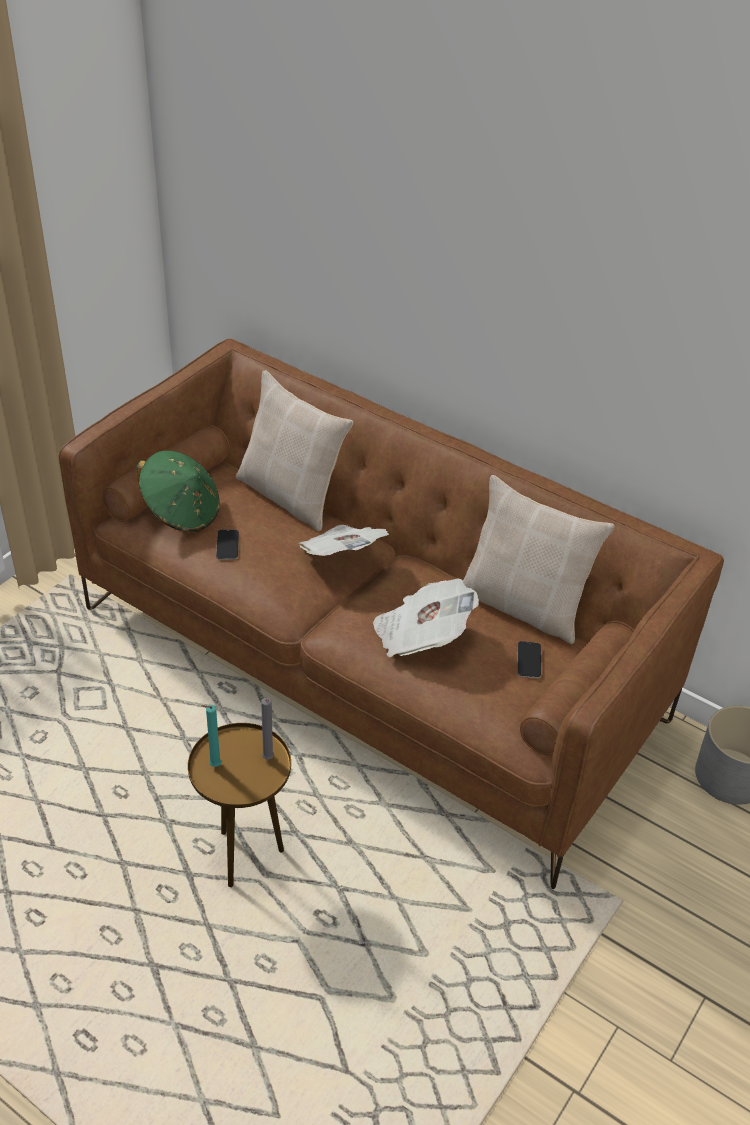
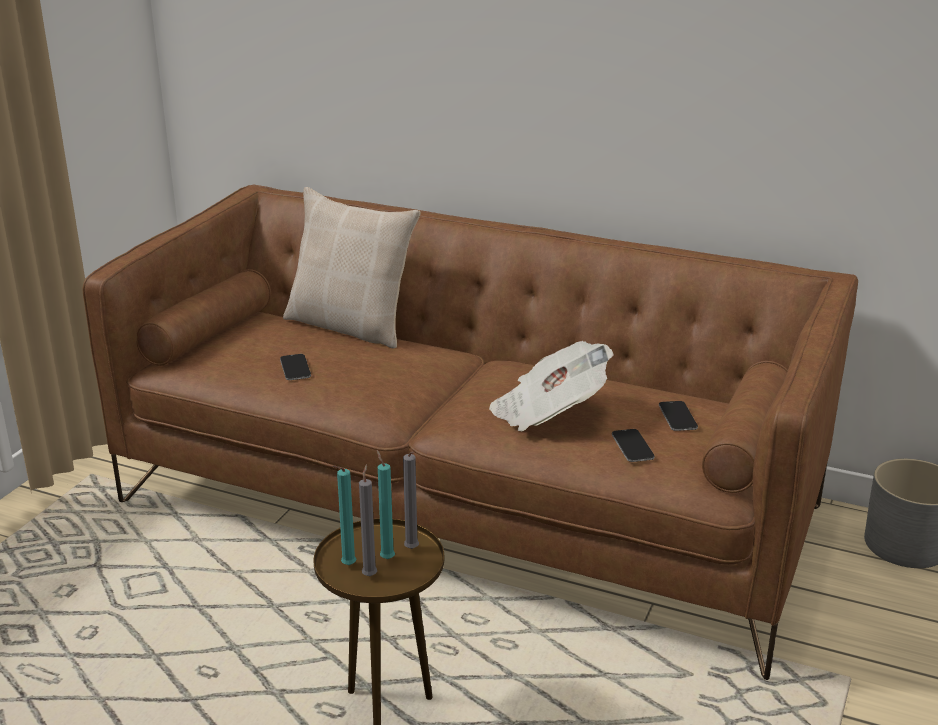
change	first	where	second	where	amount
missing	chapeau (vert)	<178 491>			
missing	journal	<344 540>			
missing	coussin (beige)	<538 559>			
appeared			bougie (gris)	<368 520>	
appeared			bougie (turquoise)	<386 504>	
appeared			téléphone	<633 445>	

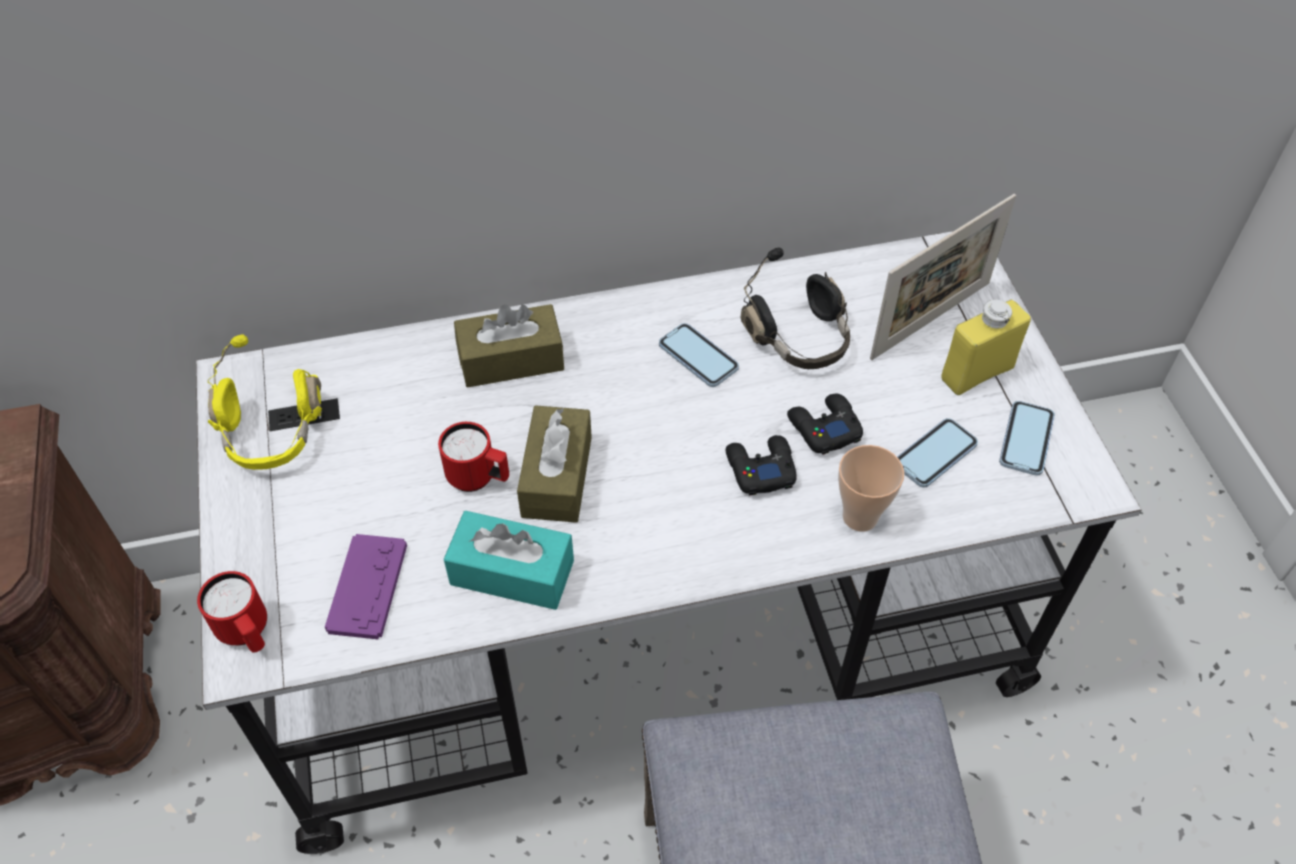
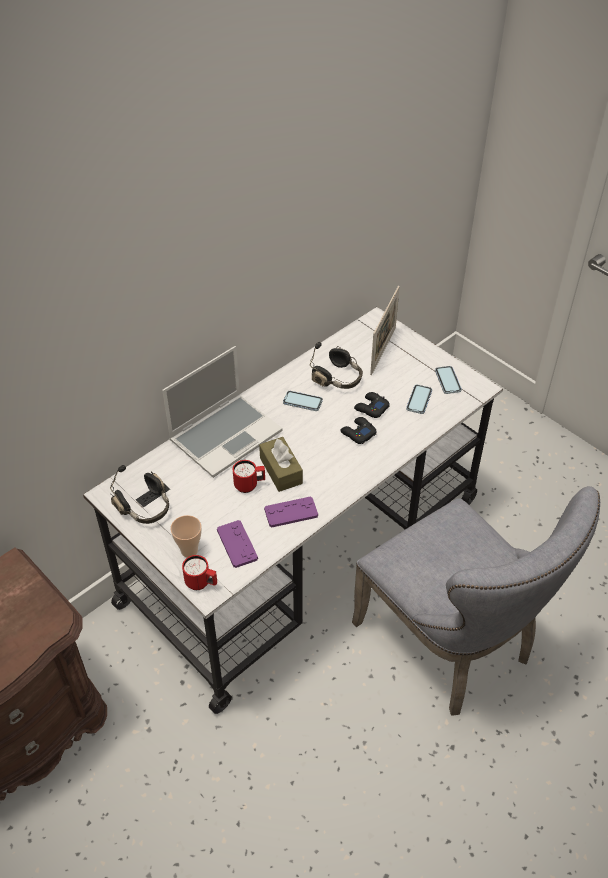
change	first	where	second	where	amount
missing	bouteille (jaune)	<986 347>			
relocated	tasse	<871 488>		<186 536>	
exchanged	boîte à mouchoirs (turquoise)	<509 560>	manette (violet)	<291 512>	
exchanged	boîte à mouchoirs (marron)	<509 346>	ordinateur portable	<222 412>	
colour	casque audio (jaune)	<265 402>	casque audio (noir)	<139 494>	

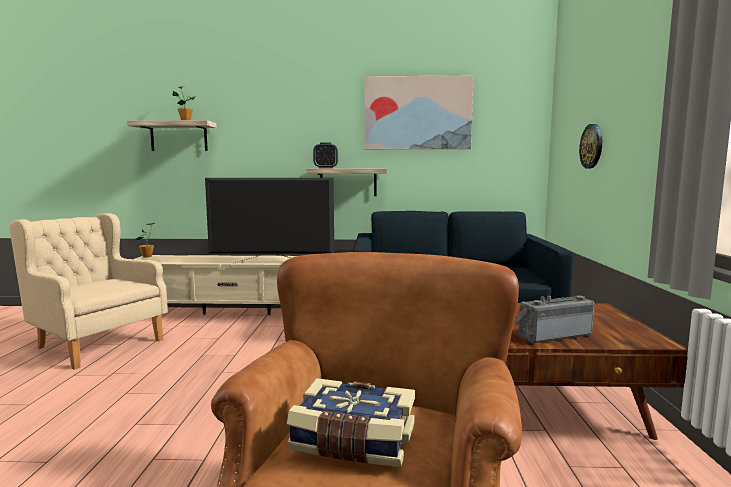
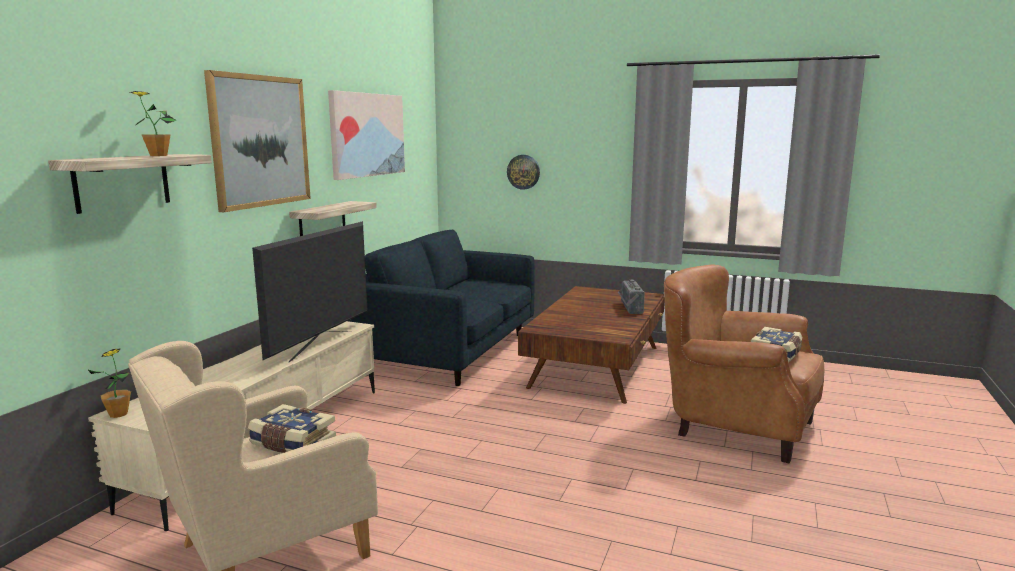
change	first	where	second	where	amount
missing	réveil	<325 155>			
appeared			tableau	<257 141>	
appeared			livre	<292 428>	

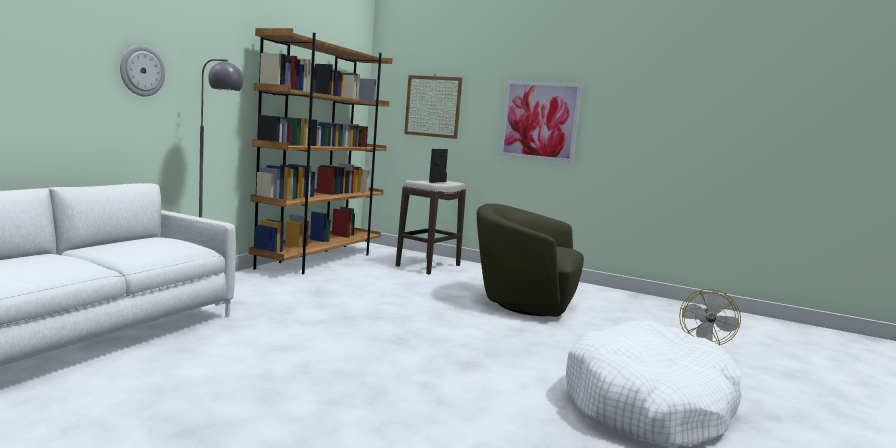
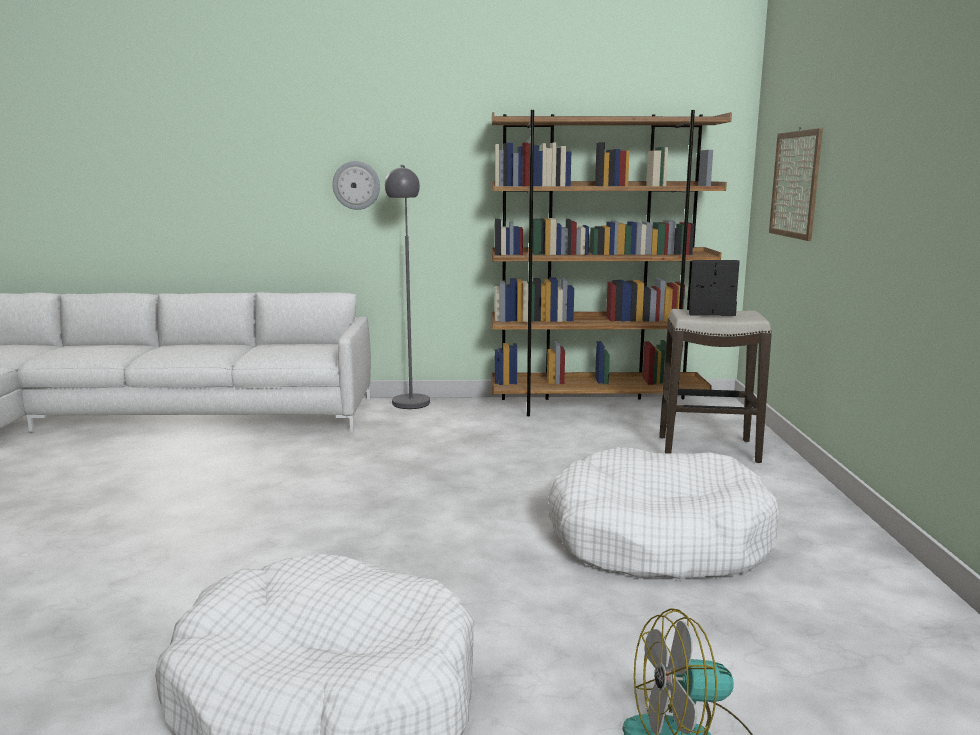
change	first	where	second	where	amount
missing	tableau	<541 122>			
exchanged	fauteuil (vert)	<530 260>	panier pour chien (blanc)	<663 513>	

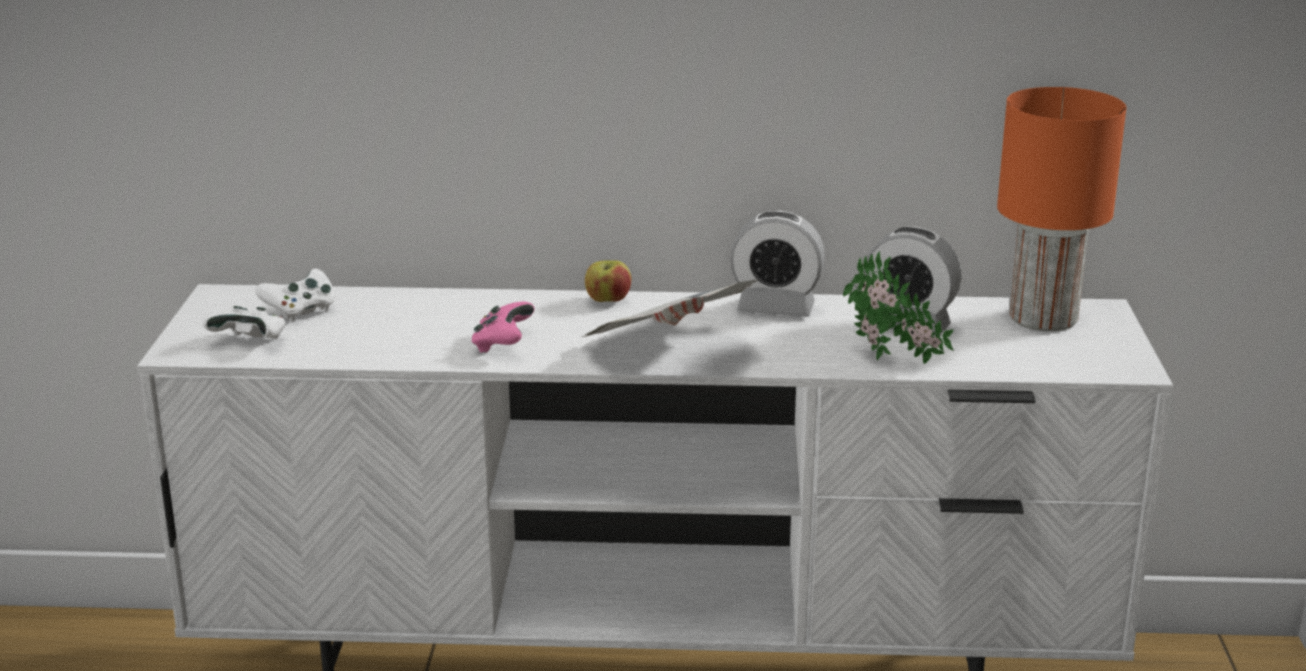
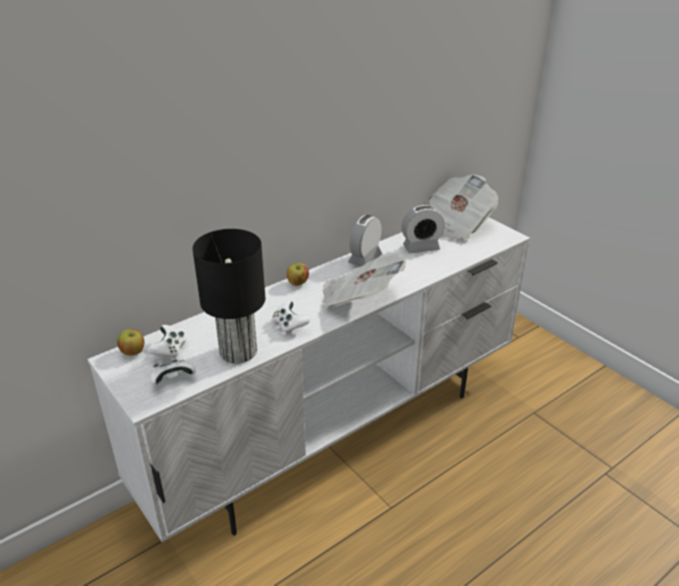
change	first	where	second	where	amount
missing	plante en pot	<898 307>			
appeared			pomme	<130 342>	
appeared			lampe de table (noir)	<228 296>	
exchanged	lampe de table (orange)	<1061 209>	journal	<463 207>	
colour	manette (rose)	<503 327>	manette (blanc)	<291 318>	
spun	réveil	<777 264>		<365 241>	150 degrees clockwise

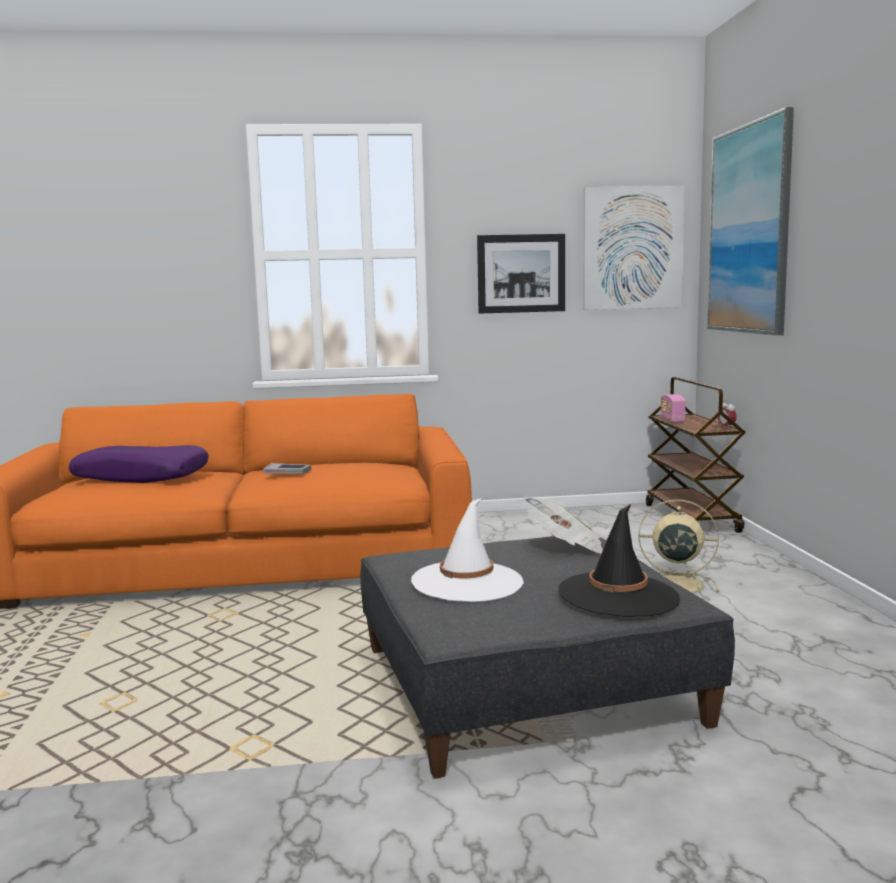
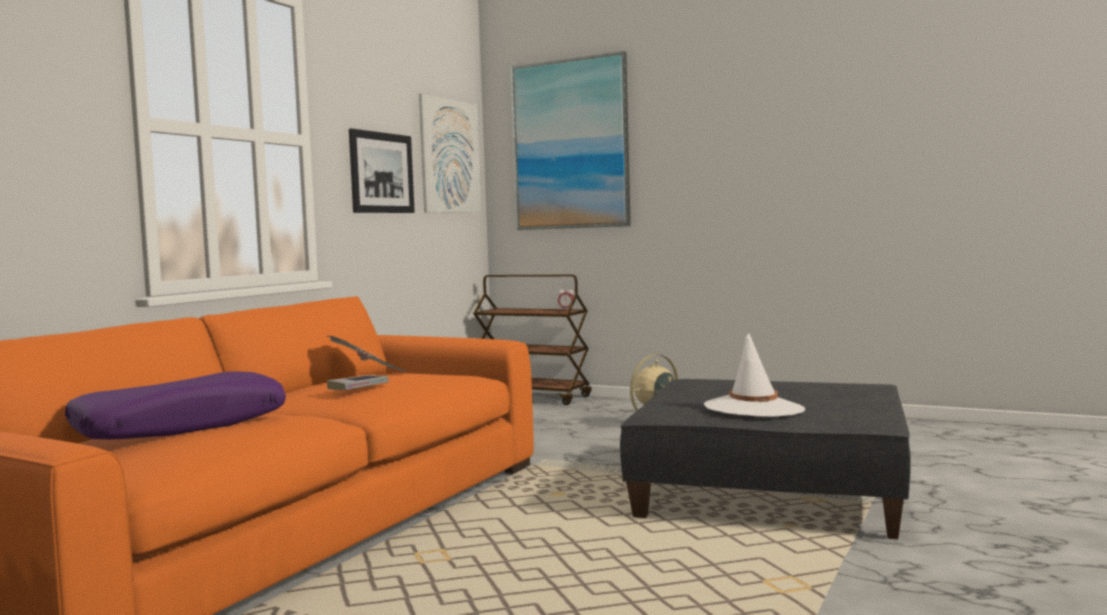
change	first	where	second	where	amount
missing	chapeau (noir)	<619 560>			
missing	radio	<673 408>			
relocated	journal	<563 525>		<367 353>	

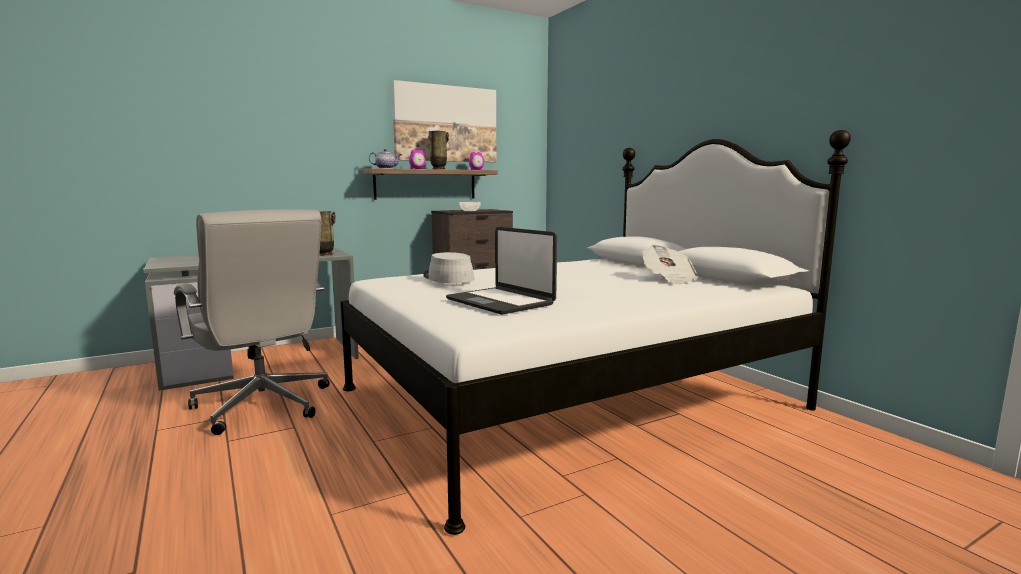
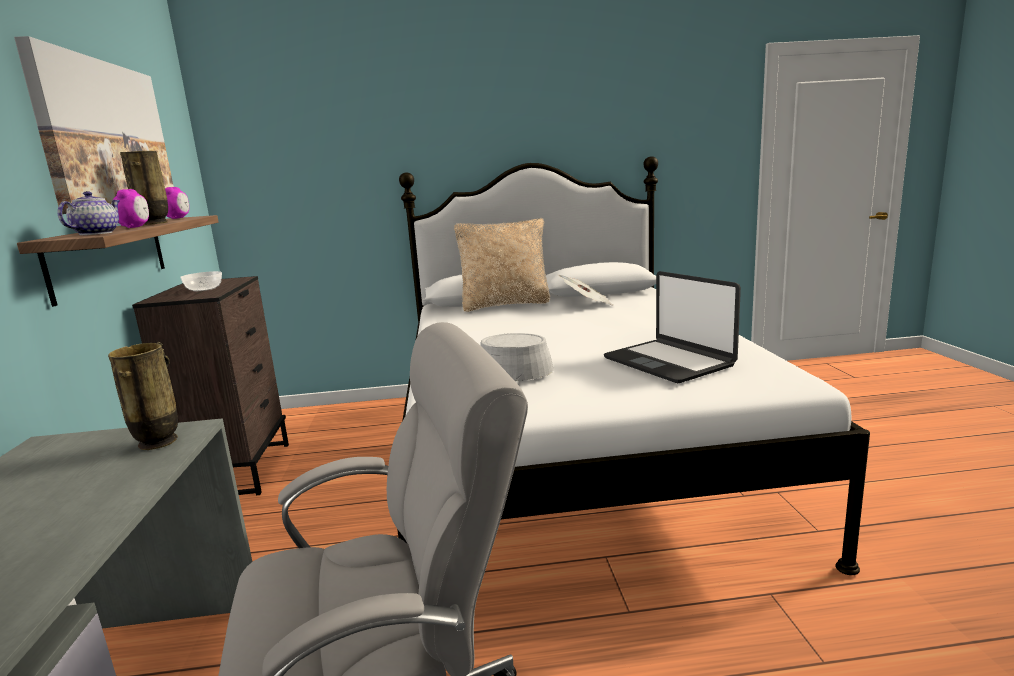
change	first	where	second	where	amount
appeared			coussin (beige)	<502 265>	
spun	ordinateur portable	<501 271>		<672 327>	75 degrees clockwise

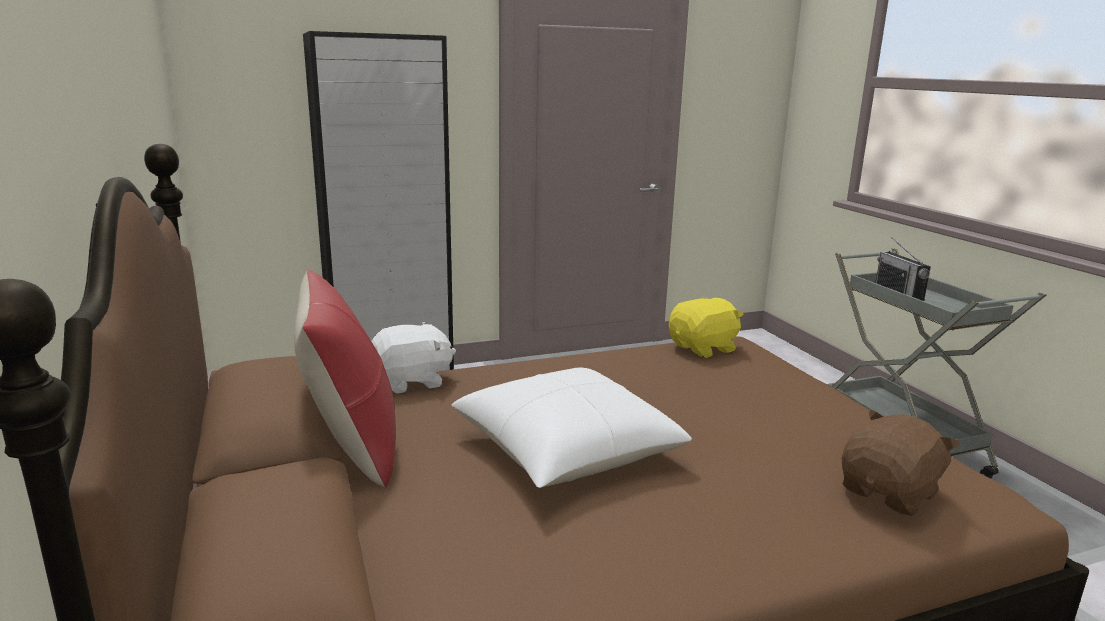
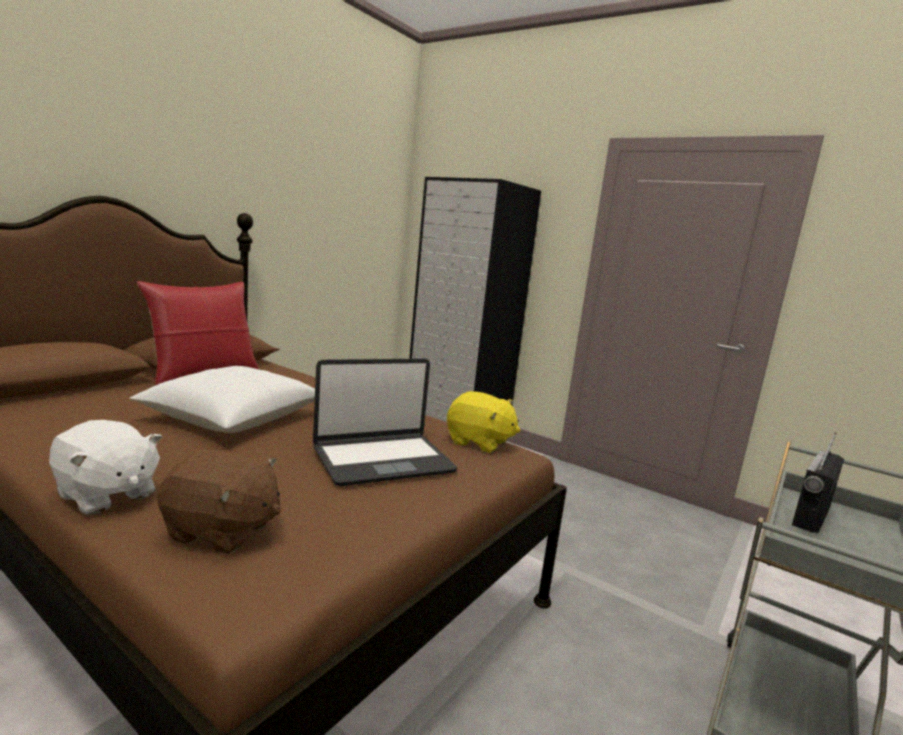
change	first	where	second	where	amount
appeared			ordinateur portable	<385 422>	
relocated	peluche (blanc)	<413 357>		<106 467>	

